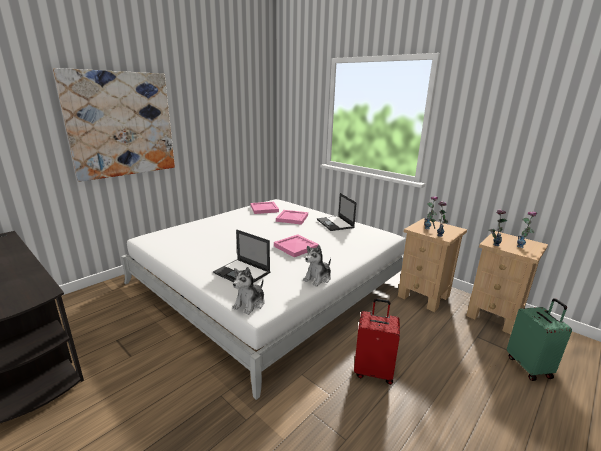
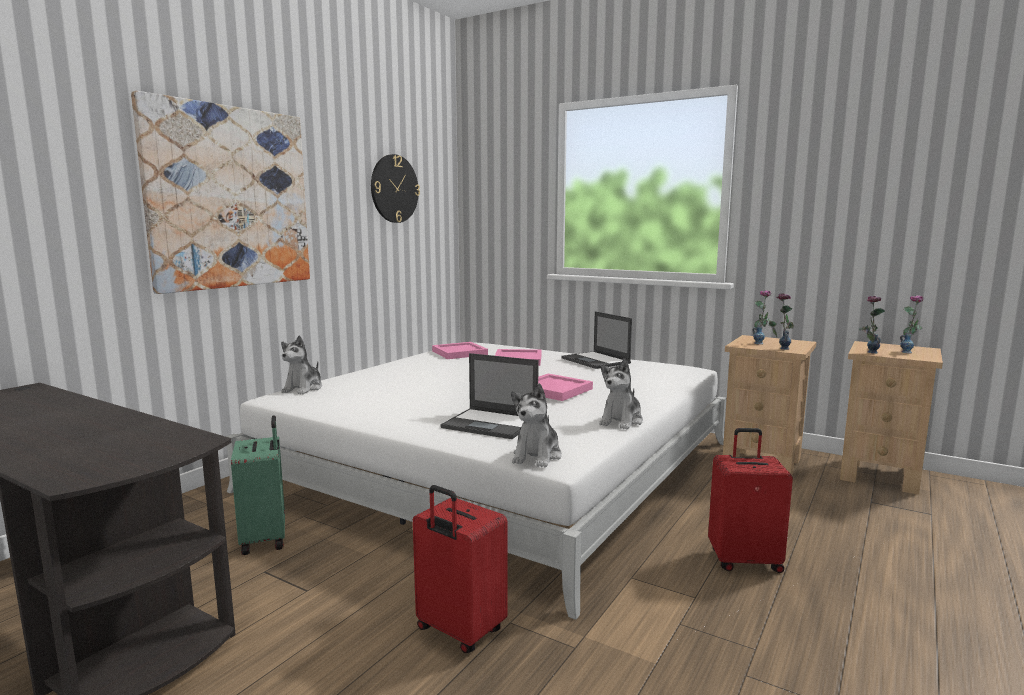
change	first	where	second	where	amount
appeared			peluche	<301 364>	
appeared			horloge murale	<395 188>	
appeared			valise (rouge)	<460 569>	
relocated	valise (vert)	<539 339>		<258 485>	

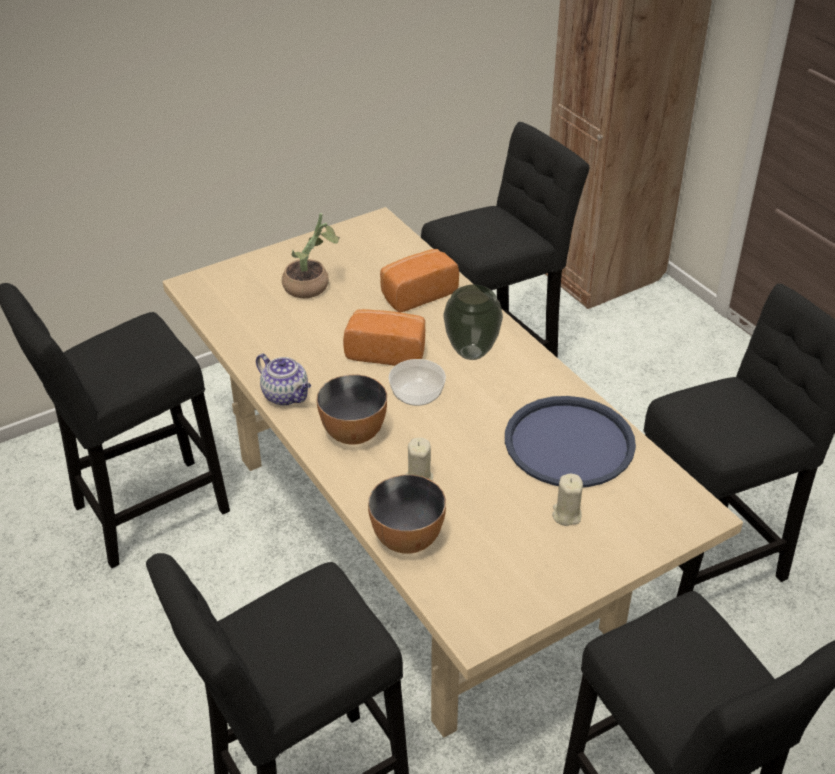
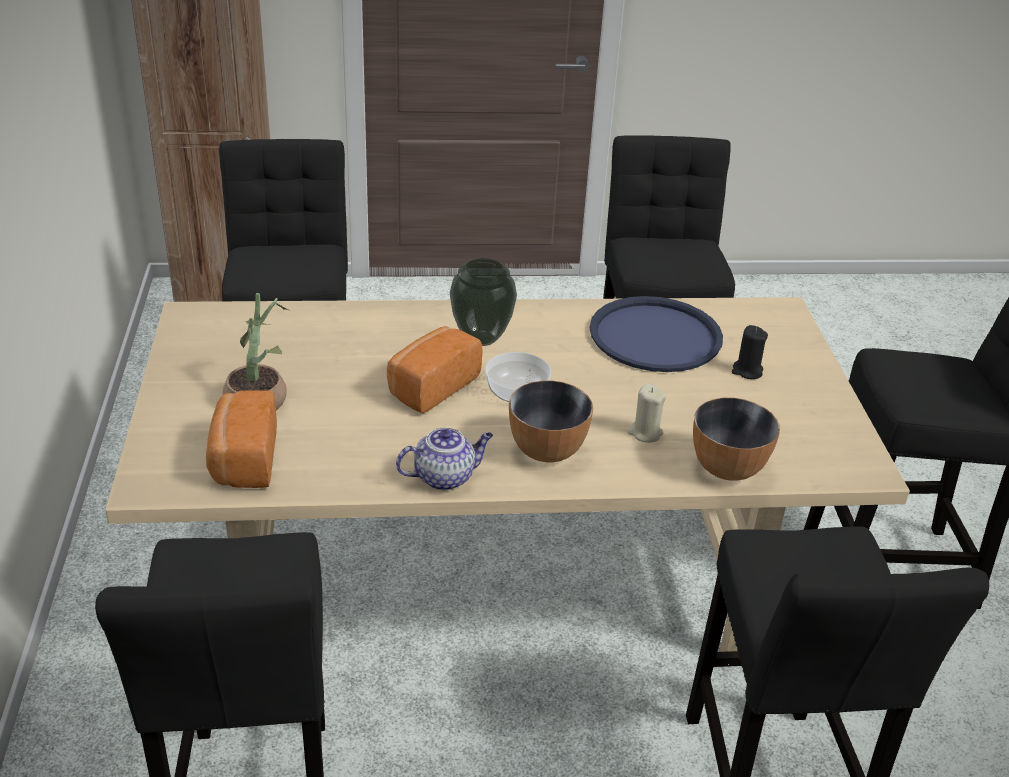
change	first	where	second	where	amount
relocated	pain	<419 280>		<241 439>	
colour	bougie (beige)	<567 500>	bougie (noir)	<750 352>	

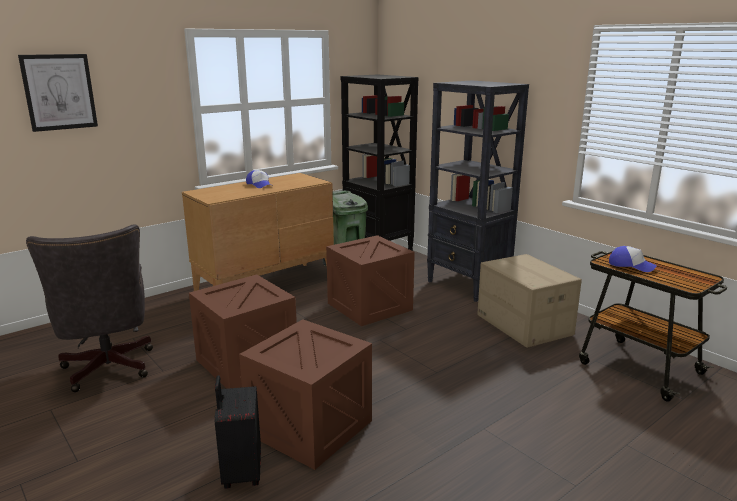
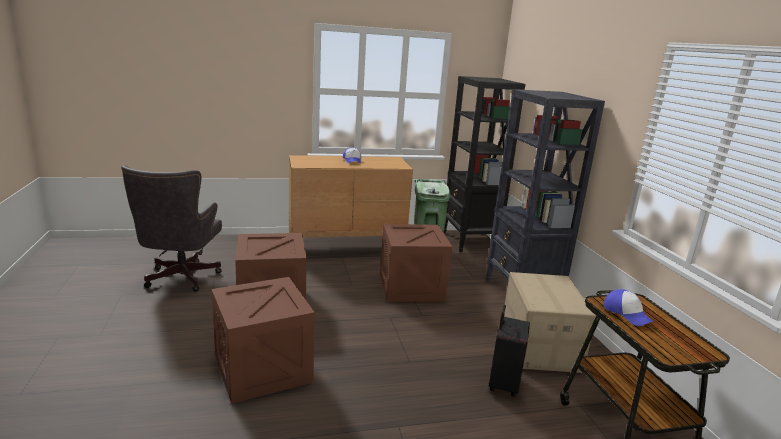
change	first	where	second	where	amount
missing	tableau	<58 93>			
relocated	valise (noir)	<237 432>		<509 351>	

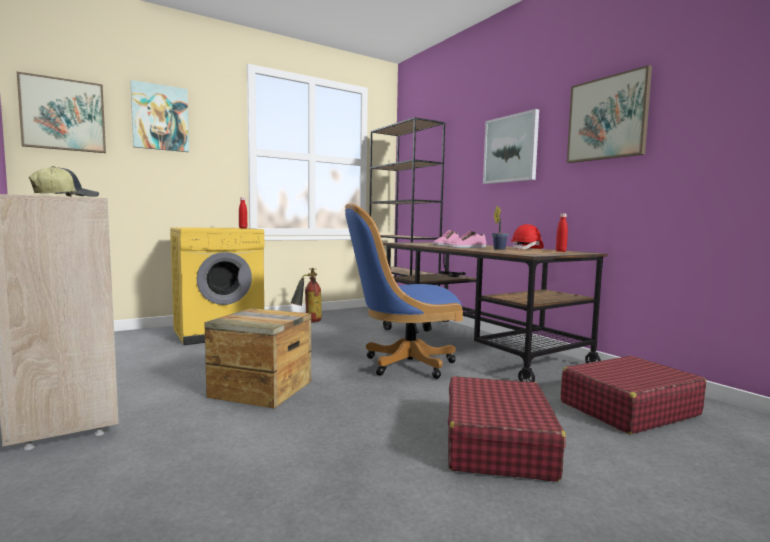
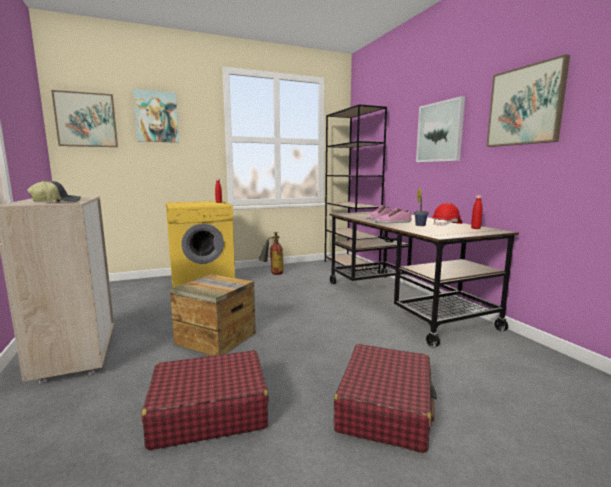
change	first	where	second	where	amount
missing	chaise de bureau (bleu)	<404 291>			
relocated	valise (rouge)	<633 395>		<205 400>	

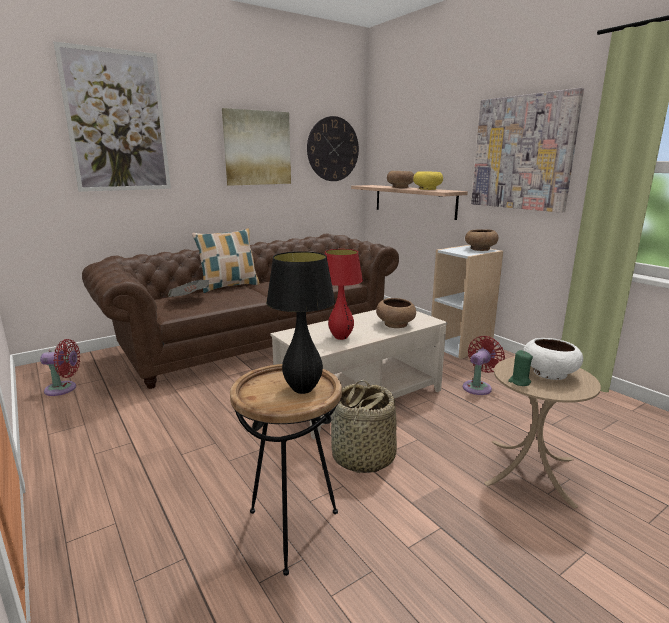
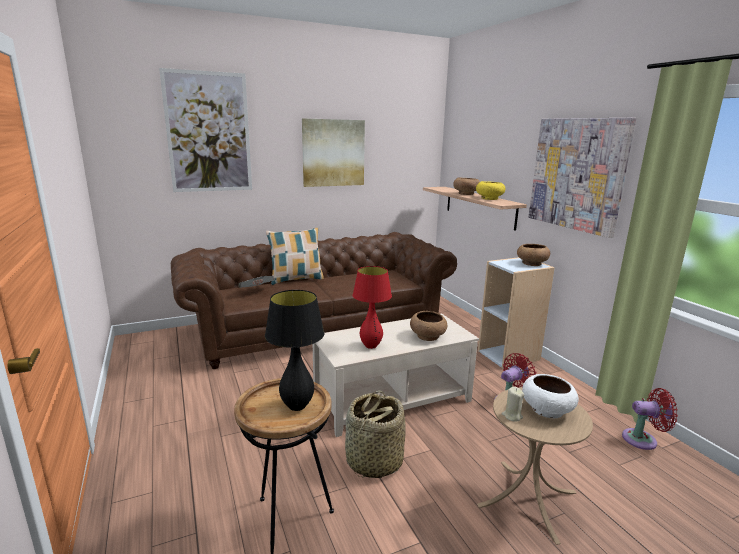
change	first	where	second	where	amount
missing	horloge murale	<333 148>			
relocated	ventilateur (rouge)	<60 367>		<650 419>	
colour	bougie (vert)	<520 368>	bougie (beige)	<513 404>	

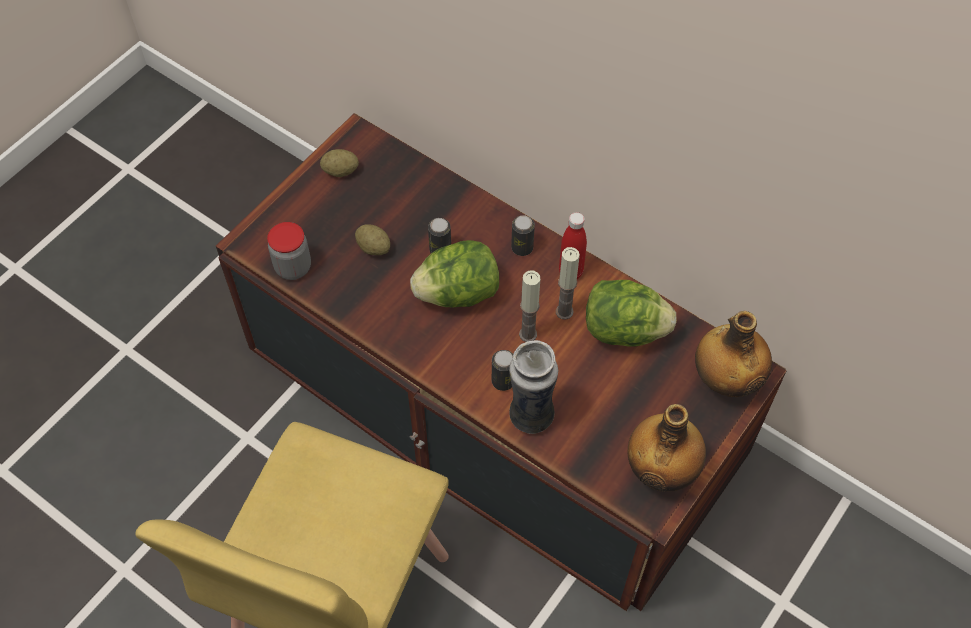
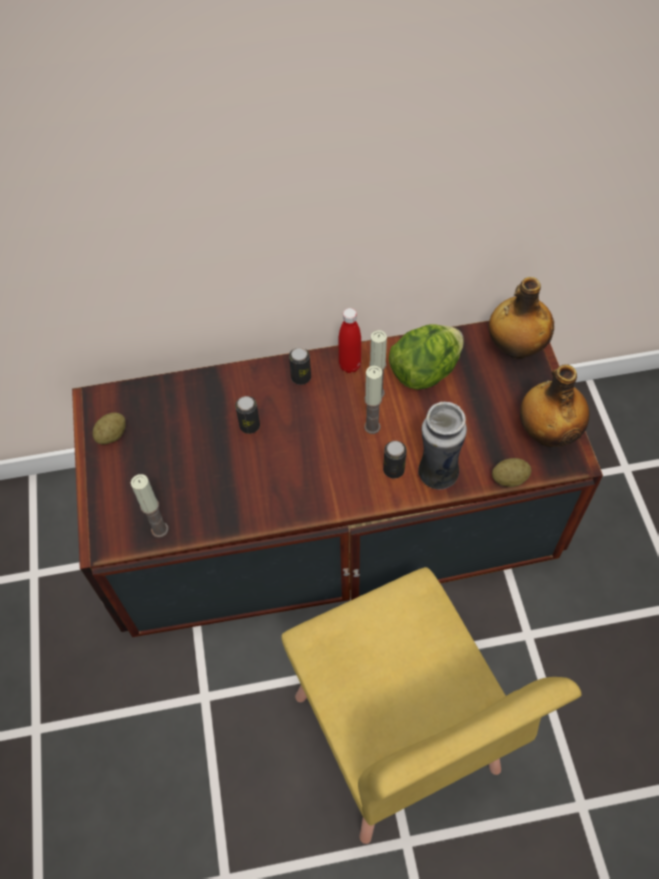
change	first	where	second	where	amount
missing	laitue	<454 273>			
relocated	pomme de terre	<372 239>		<511 472>	
exchanged	bocal	<289 251>	bougie	<149 506>	

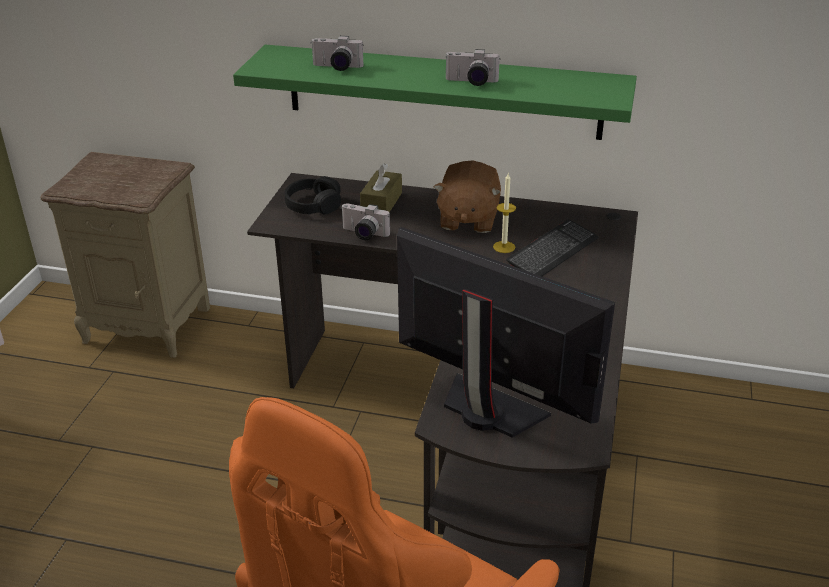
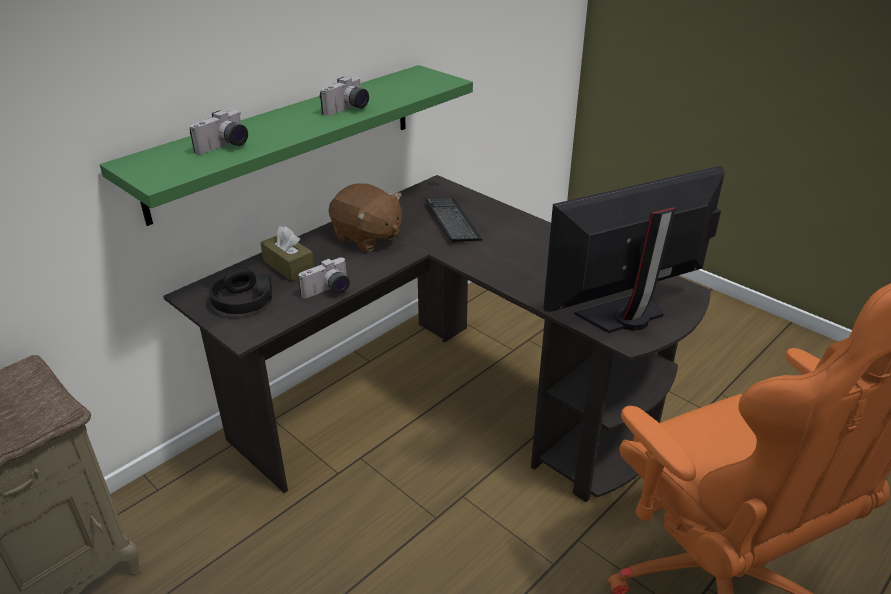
change	first	where	second	where	amount
missing	bougie	<504 213>			

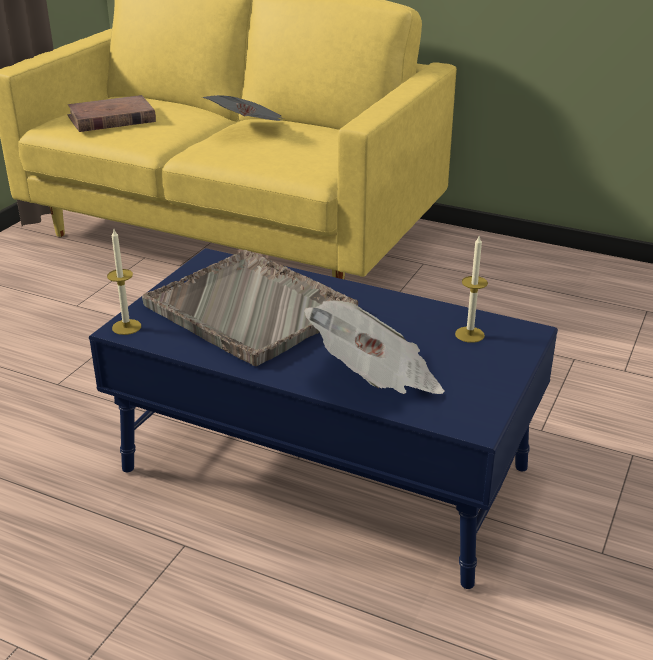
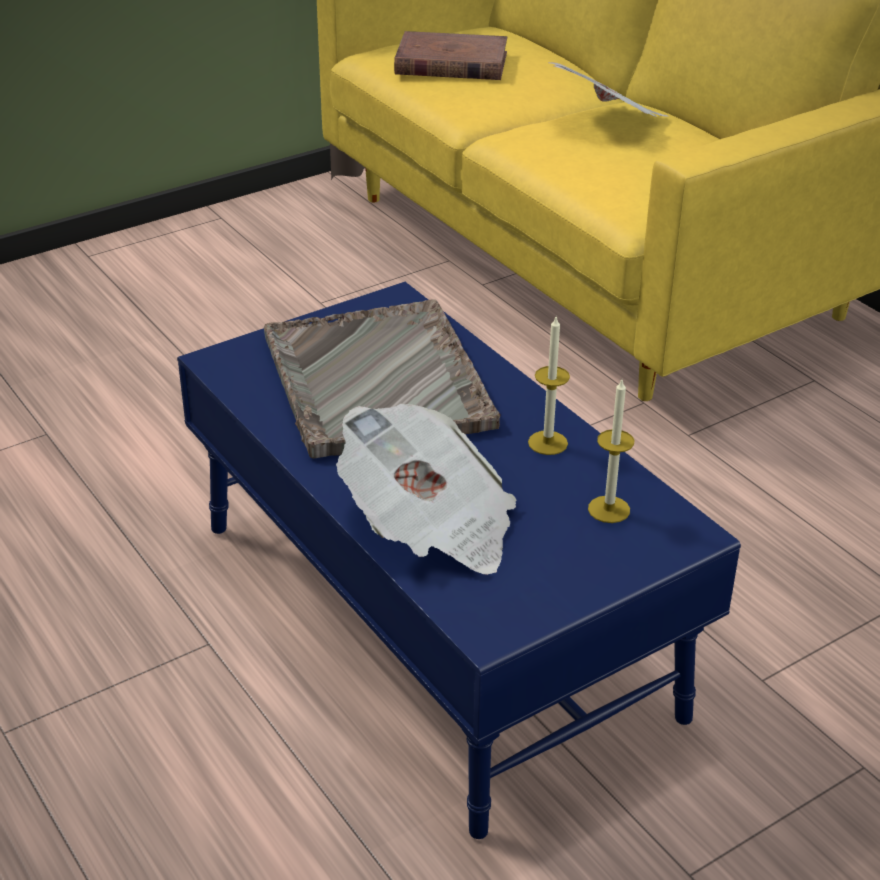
change	first	where	second	where	amount
relocated	bougie	<124 282>		<549 386>	

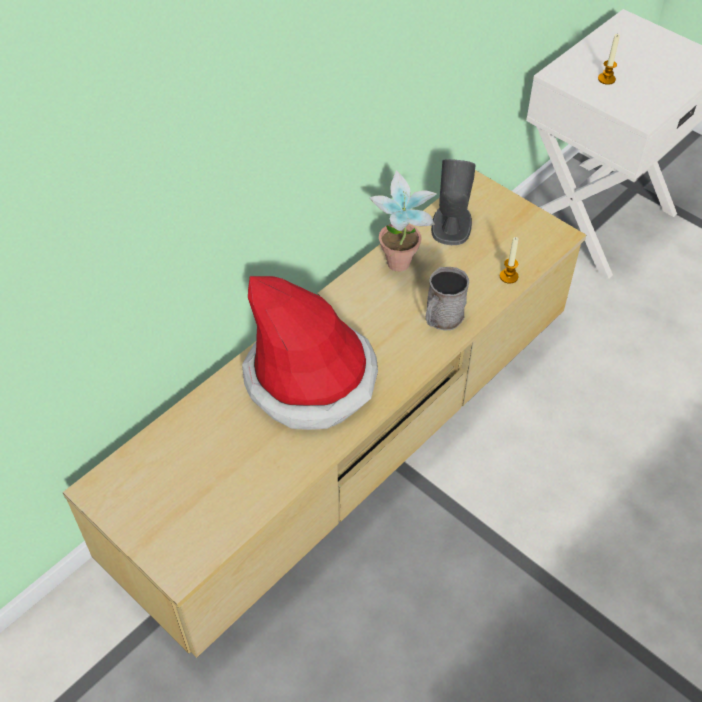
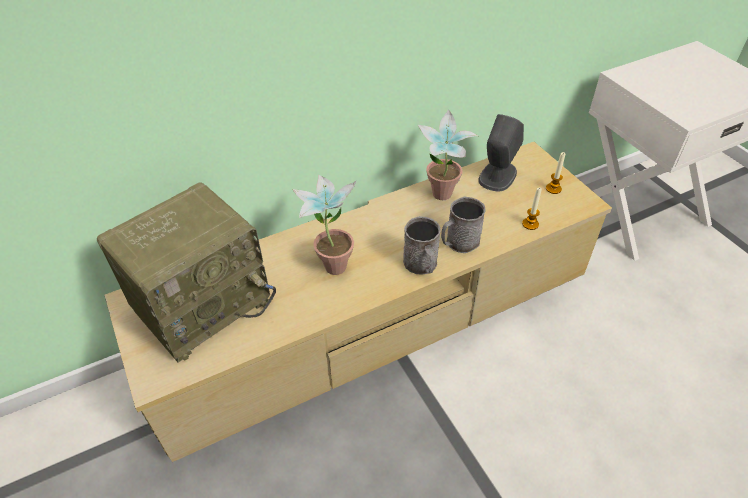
change	first	where	second	where	amount
appeared			radio	<186 272>	
appeared			mug (gris)	<422 245>	
relocated	bougie	<609 59>		<555 173>	
exchanged	chapeau	<310 353>	plante en pot	<324 224>	

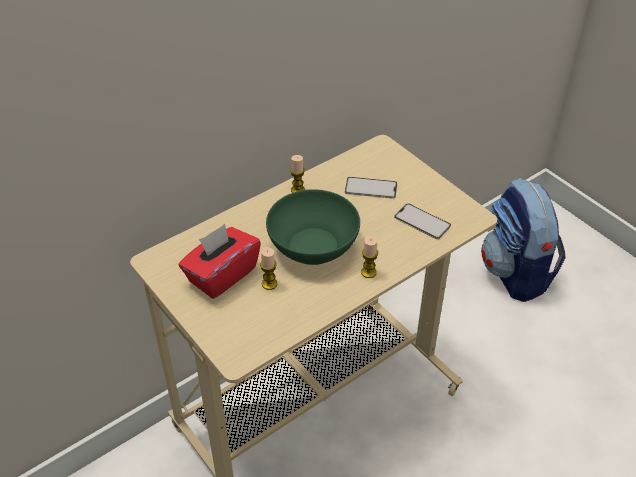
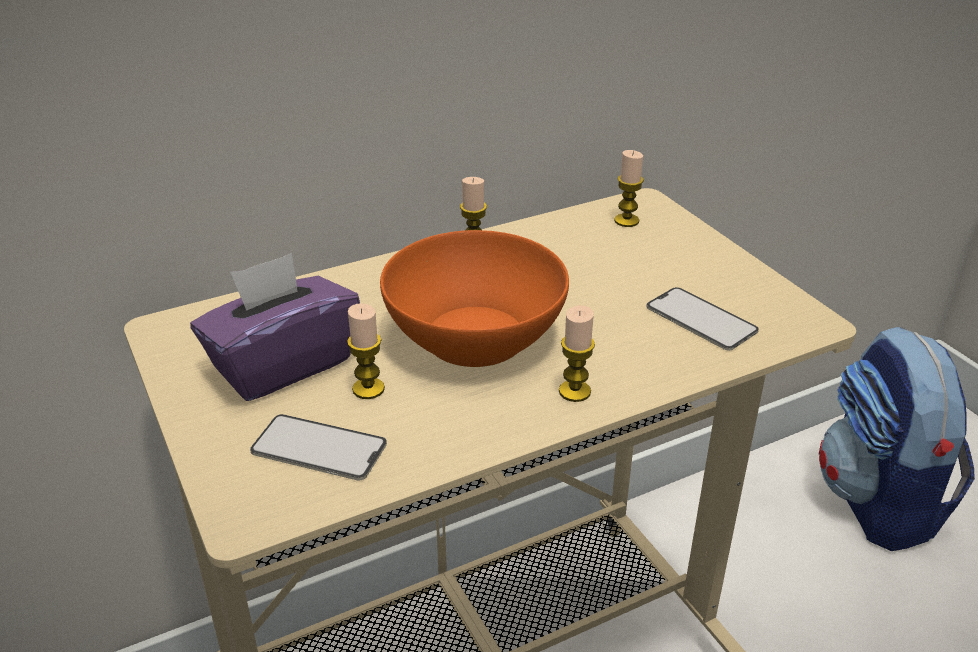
change	first	where	second	where	amount
appeared			bougie	<629 188>	
relocated	téléphone	<371 188>		<318 447>	
colour	boîte à mouchoirs (rouge)	<220 261>	boîte à mouchoirs (violet)	<275 327>	
colour	bol (vert)	<313 227>	bol (orange)	<474 298>	

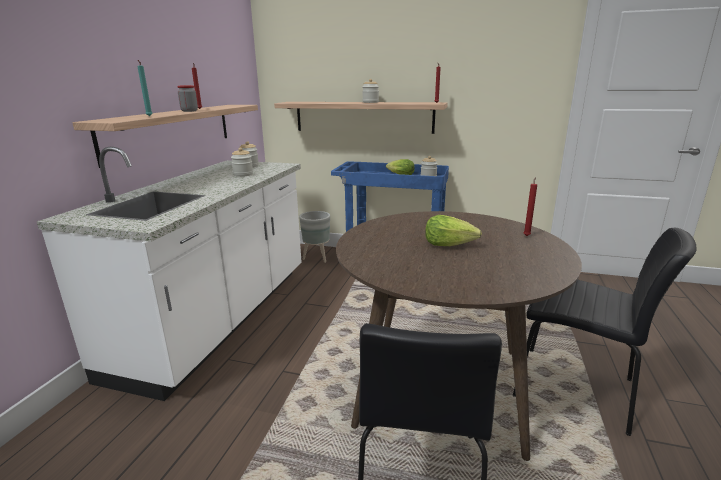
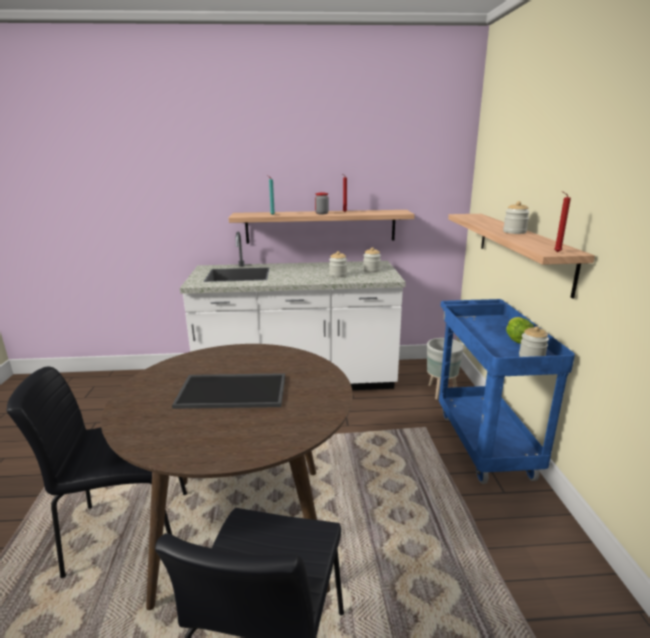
change	first	where	second	where	amount
missing	bougie (rouge)	<530 206>			
exchanged	laitue	<453 230>	plateau	<228 391>	

